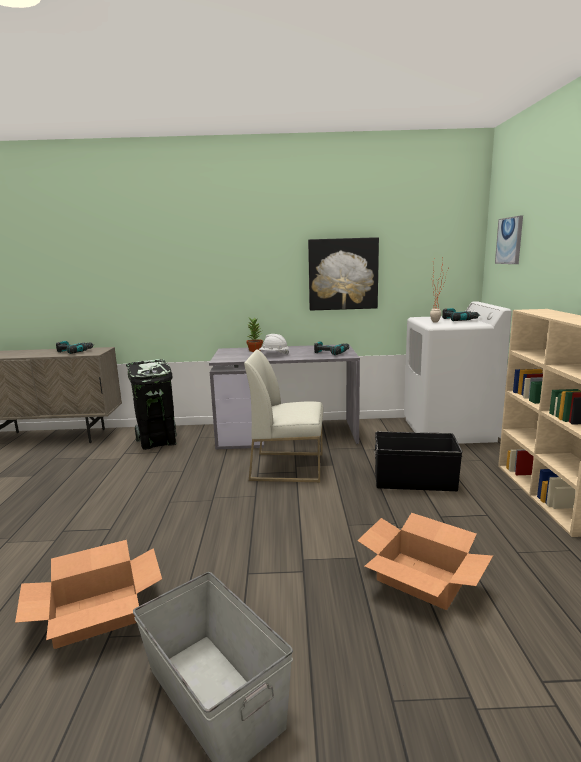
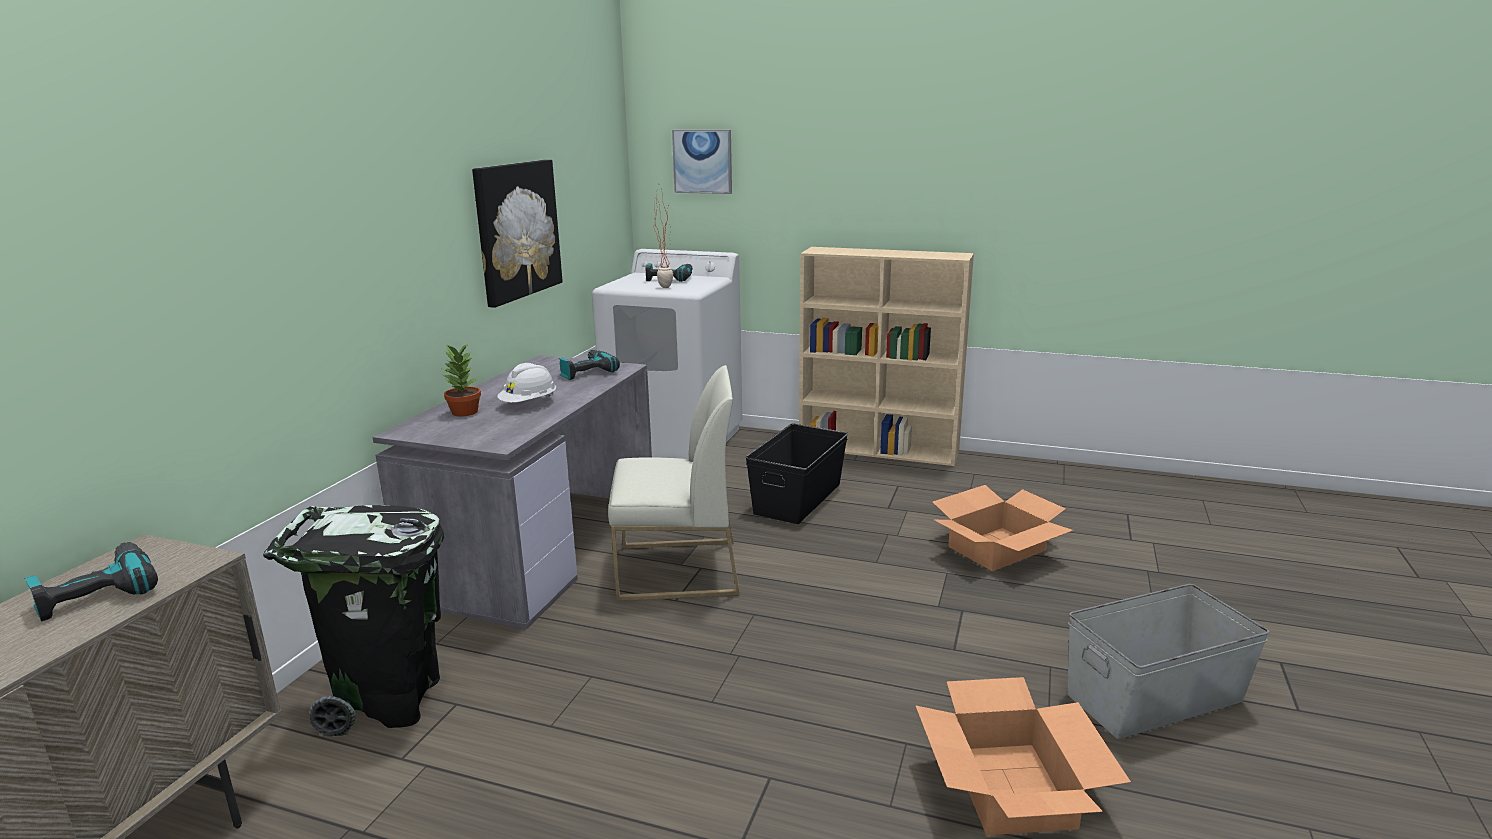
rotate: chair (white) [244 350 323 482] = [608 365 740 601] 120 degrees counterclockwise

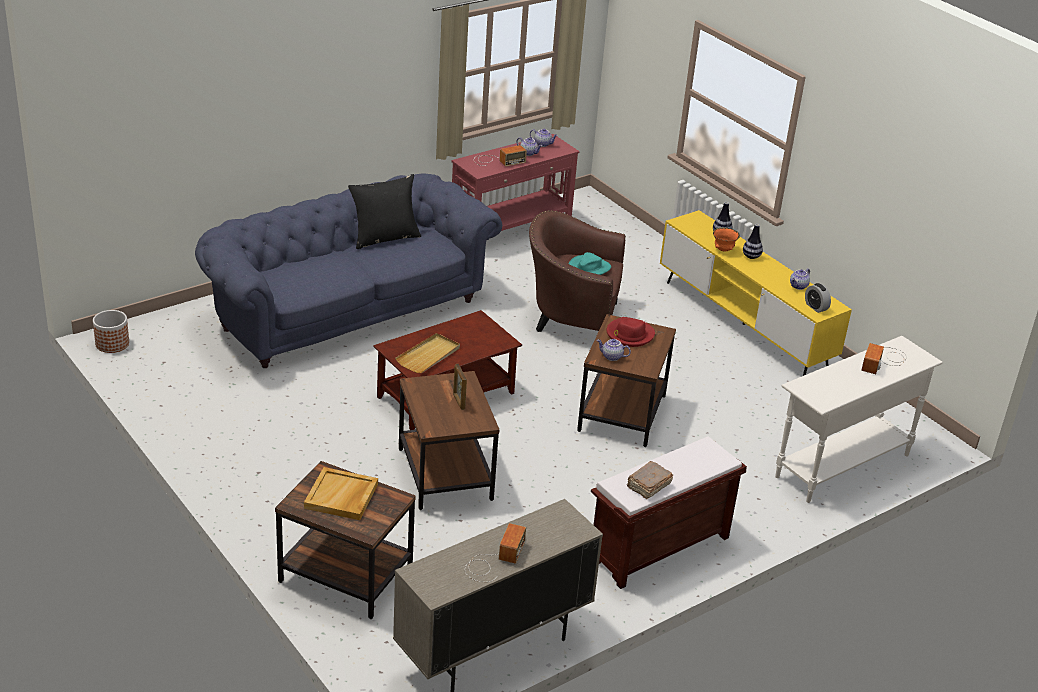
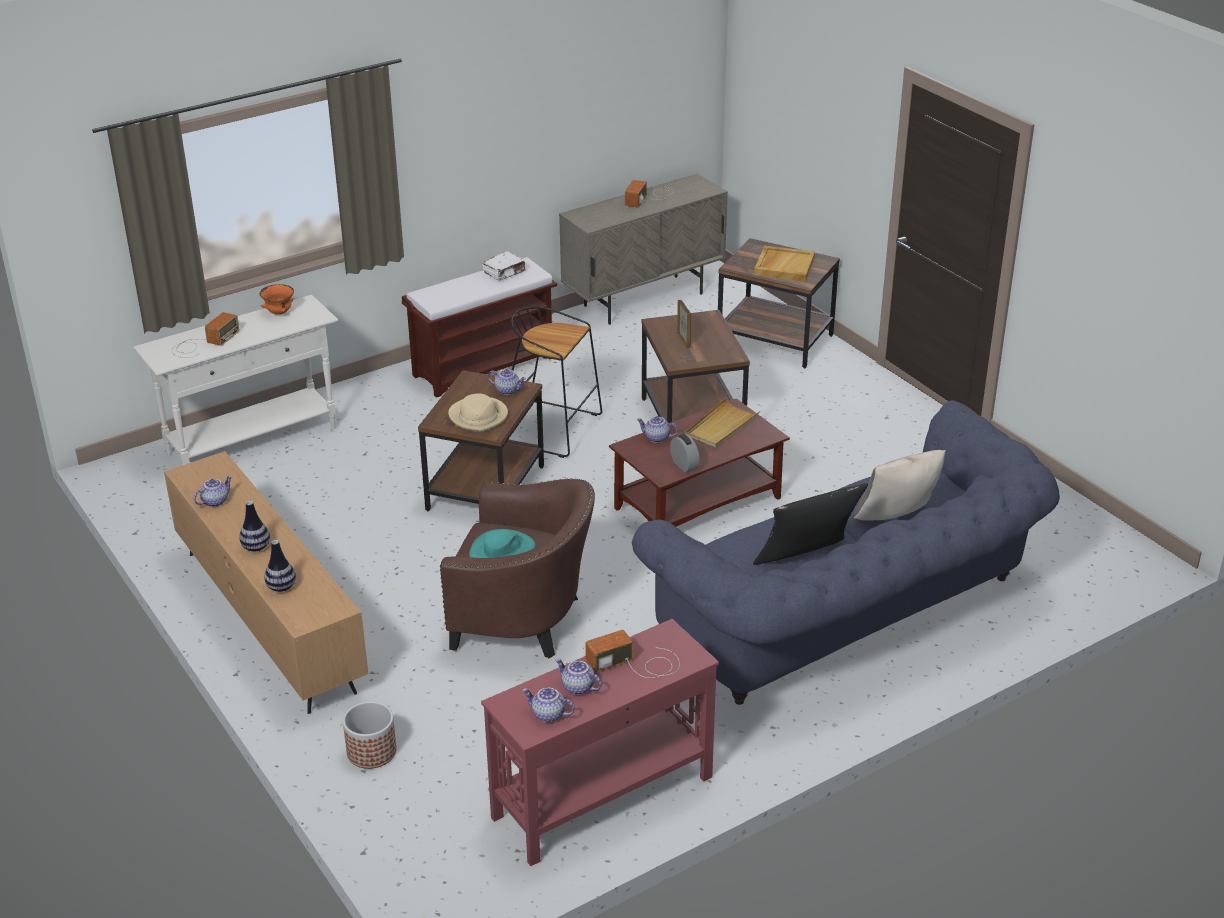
insert: stool (blackish) [511 307 602 458]; tea pot [637 416 678 443]; cushion (beige-coloured) [853 450 946 521]
move: bowl (orange) [713 227 740 252] to [259 284 294 315]; planter [93 310 129 353] to [343 701 397 769]; alarm clock [805 283 831 313] to [670 434 700 473]
recolor: media console (yellow) [660 210 852 376] to media console (brown-coloured) [164 451 368 714]; clothing hat (red) [606 317 655 347] to clothing hat (beige-coloured) [448 393 508 432]; book (brown-coloured) [627 461 673 499] to book (white) [482 251 525 280]

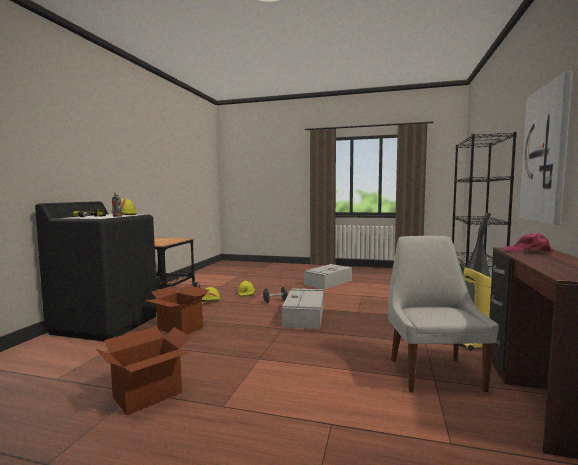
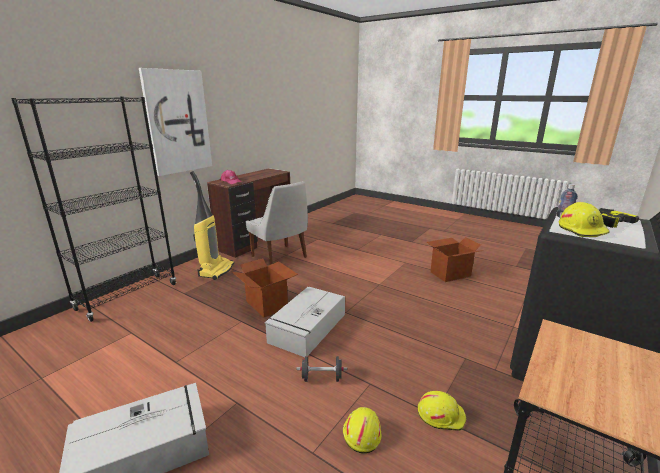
move: packing box [146 285 210 335] to [232 258 298 317]
rotate: chair (white) [388 236 499 393] = [245 181 308 265] 60 degrees counterclockwise

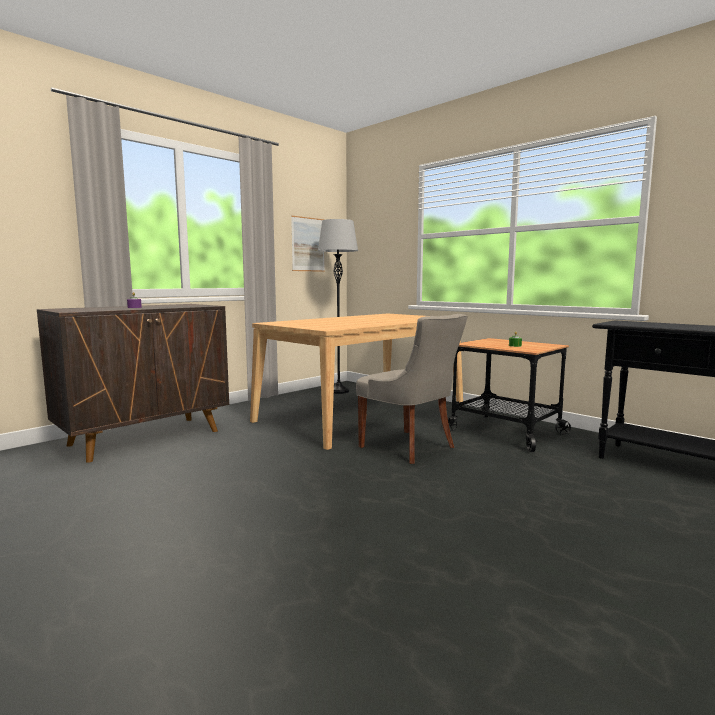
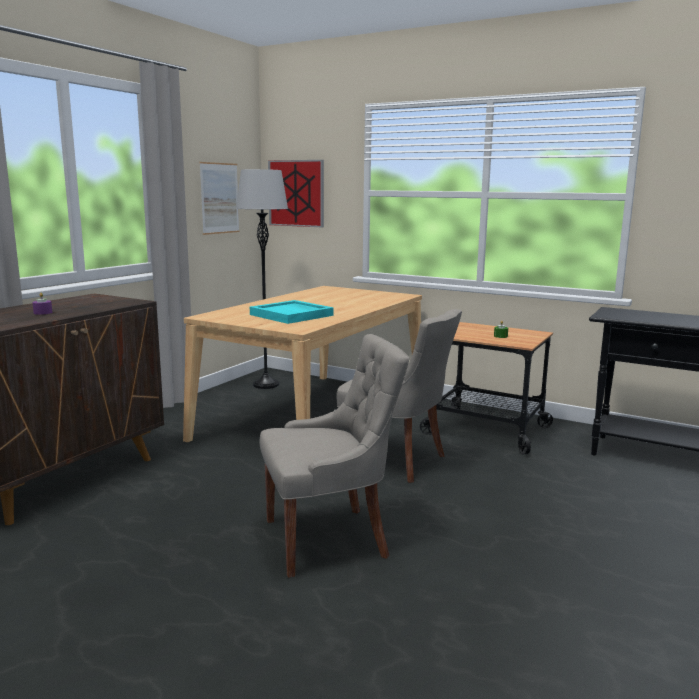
insert: carrying tray (blue-green) [250 300 333 324]; chair (grey) [260 334 409 578]; wall picture [268 160 324 227]

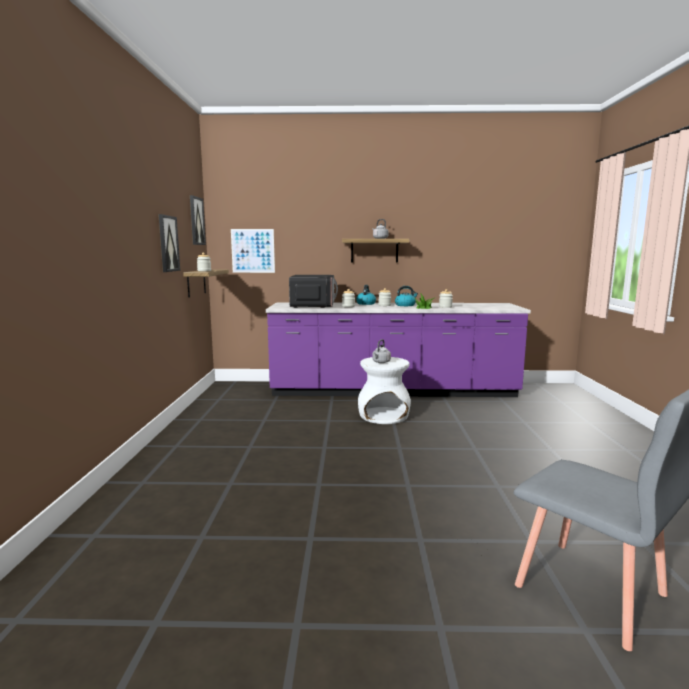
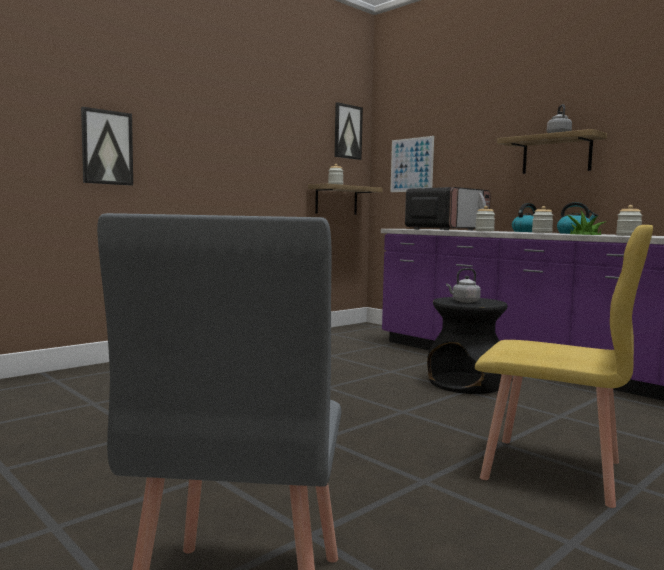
insert: chair (yellow) [475 225 653 508]
move: wall picture [158 214 180 272] to [81 107 133 186]
recolor: stool (white) [358 357 411 424] to stool (blackish) [427 297 507 394]

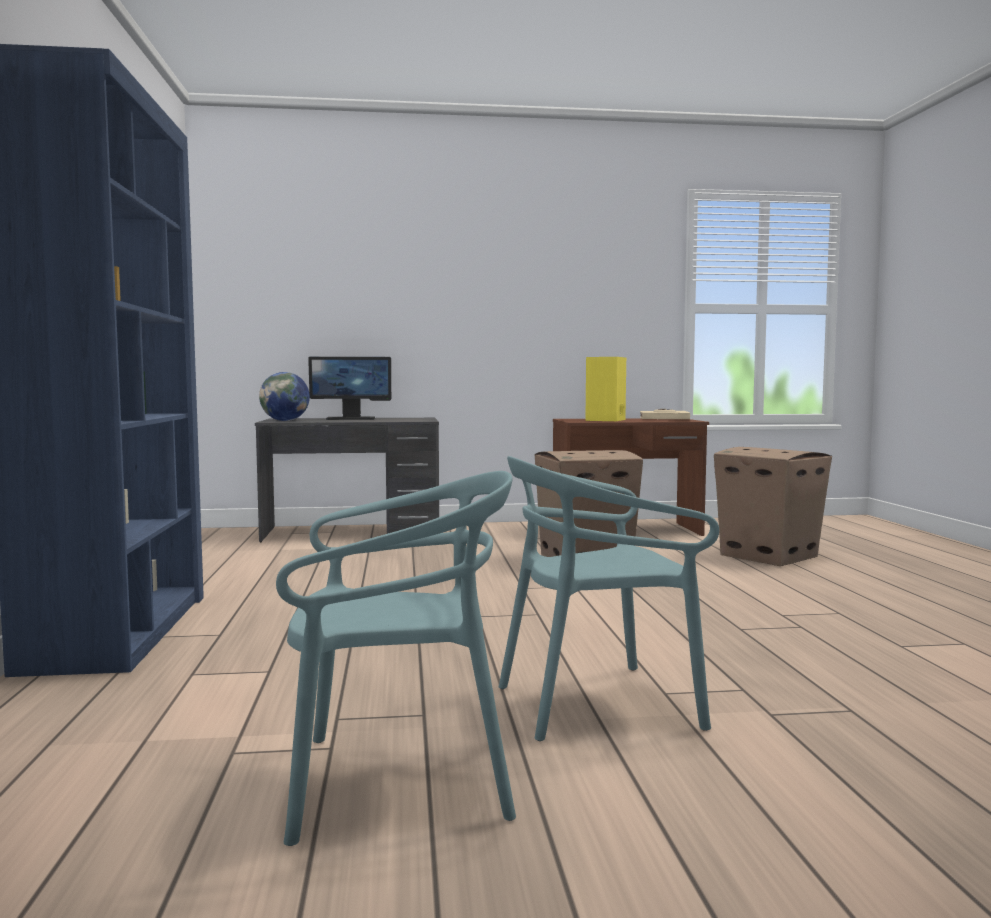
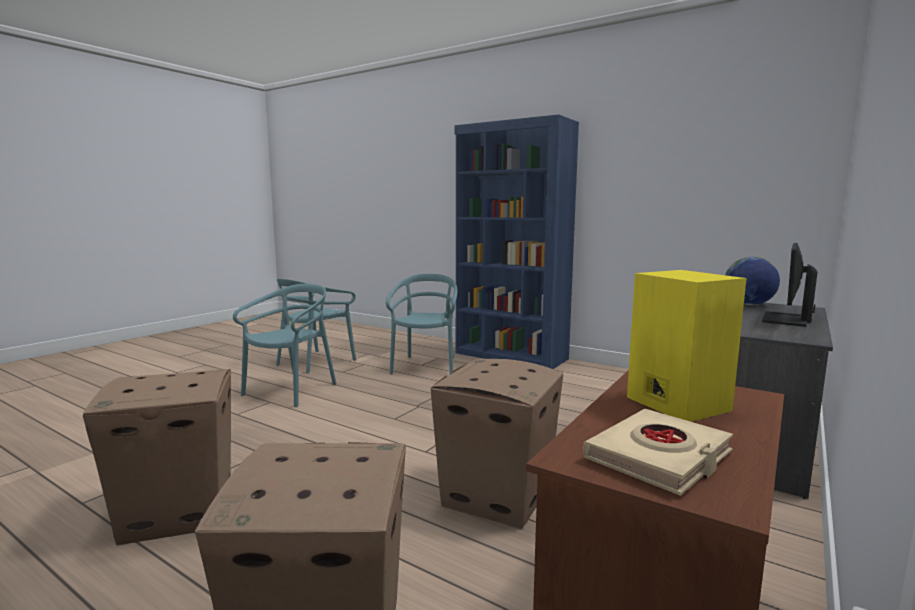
insert: packing box [83 369 231 545]; chair (blue-green) [386 274 457 375]

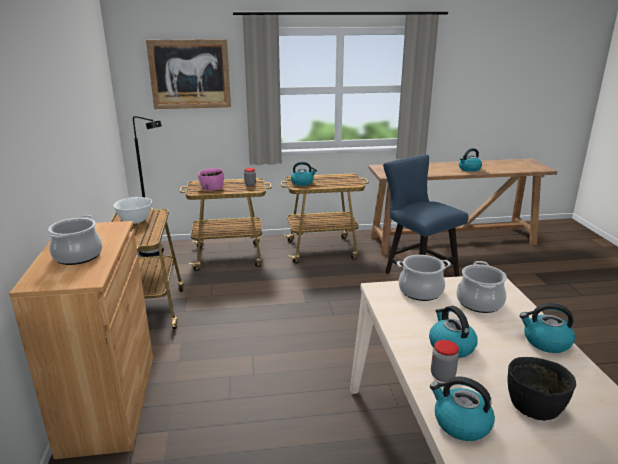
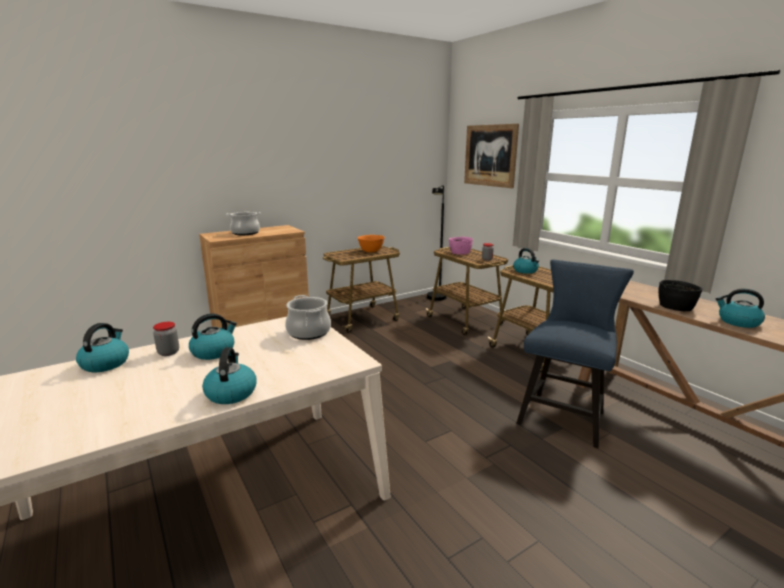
delete: stockpot [456 261 507 313]
move: bowl (blackish) [507 357 576 421] to [658 280 703 311]
recolor: bowl (white) [113 197 152 224] to bowl (orange) [358 235 385 252]

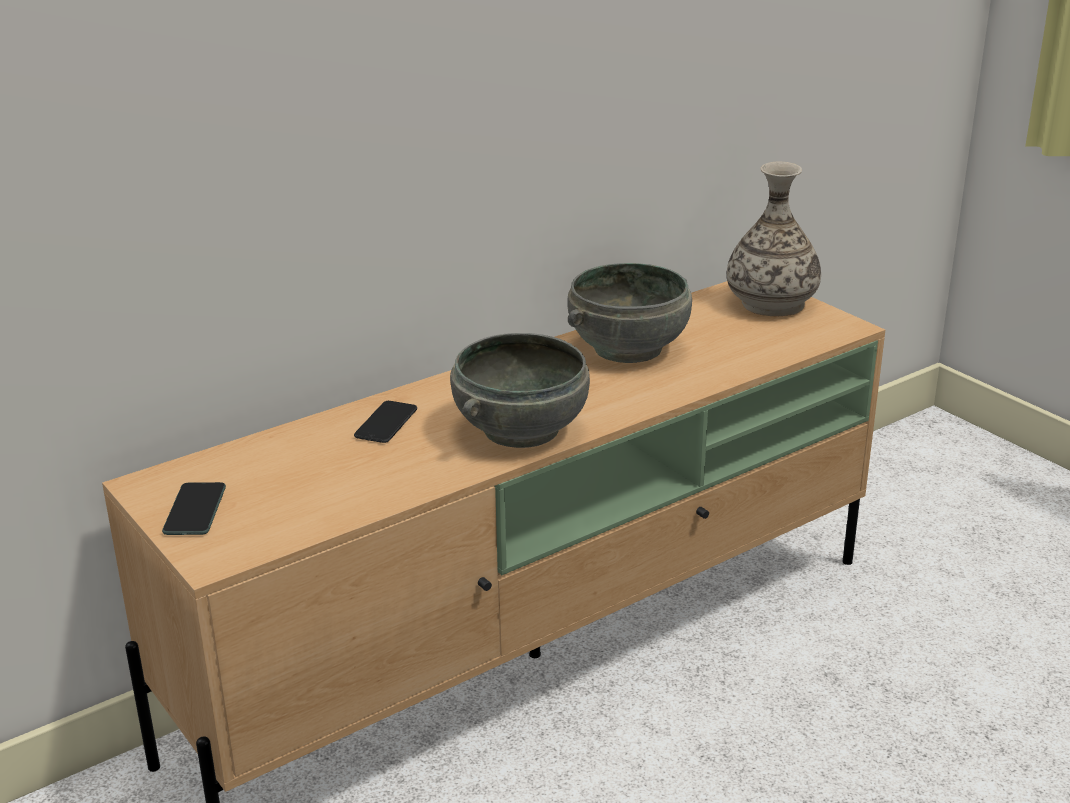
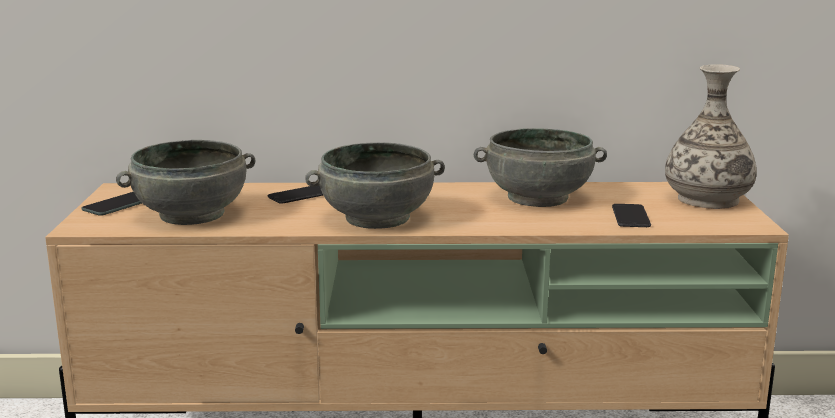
insert: bowl (grey) [116 140 256 225]; phone [612 204 651 227]

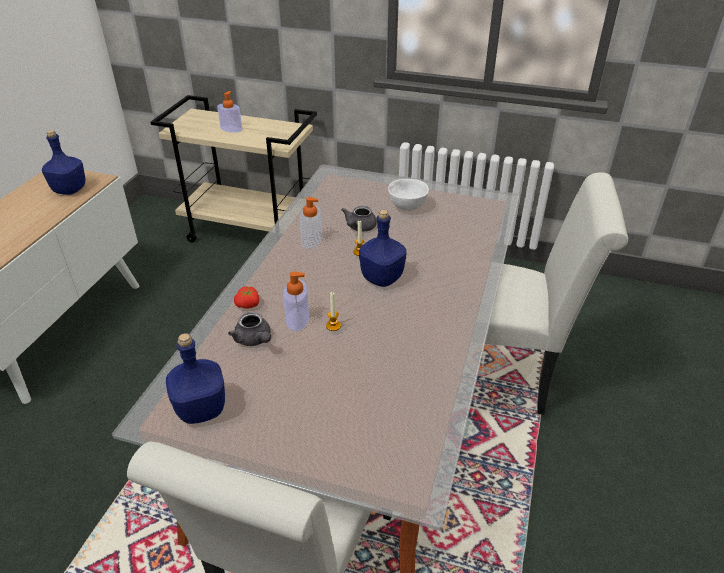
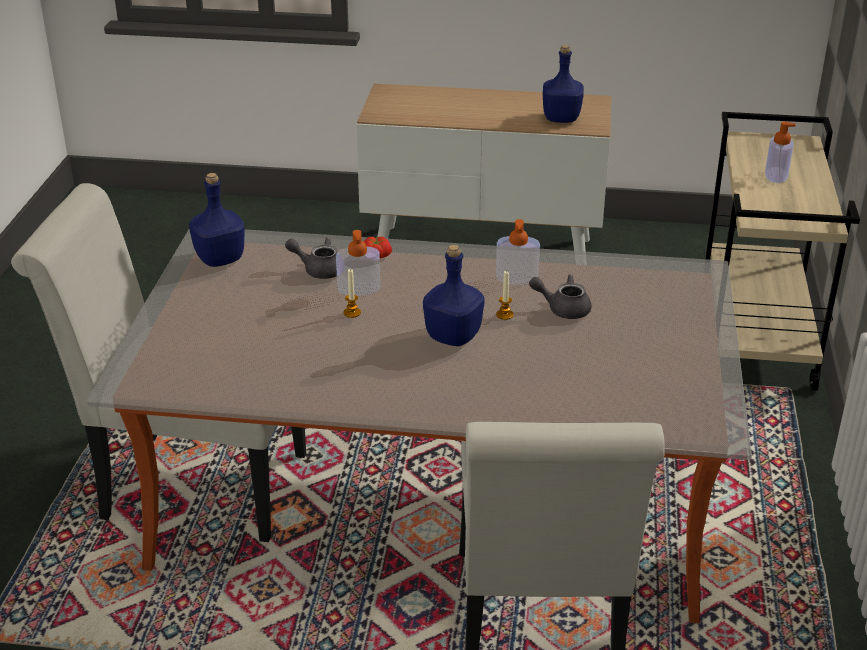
delete: bowl (white) [388 179 429 211]
rotate: tea pot (grey) [228 312 271 346] = [285 237 338 279] 60 degrees clockwise

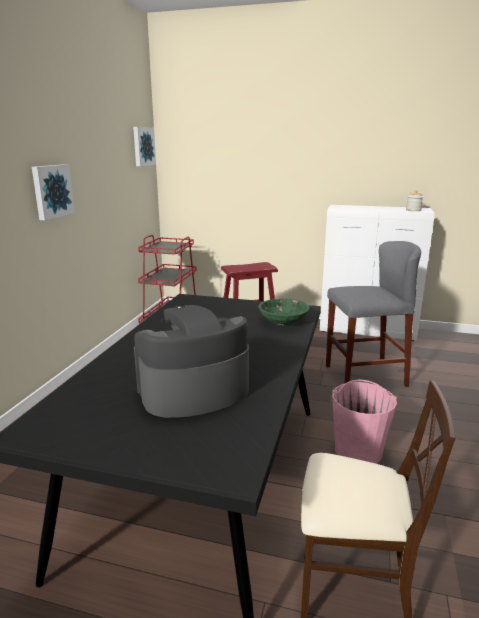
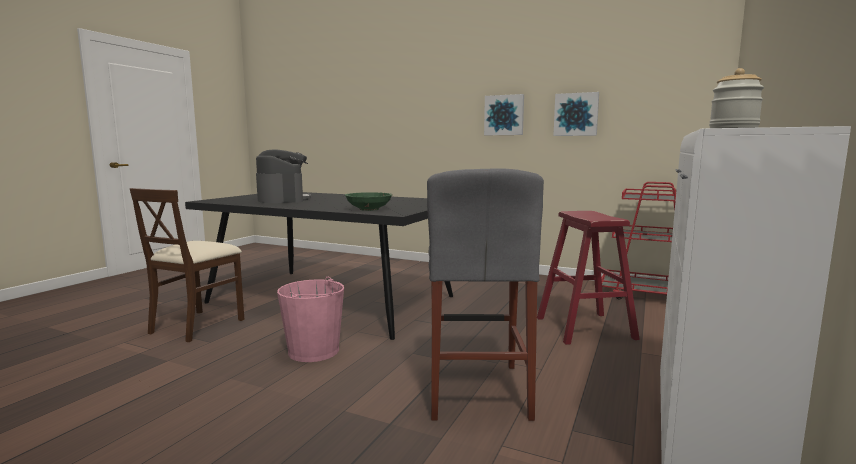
move: wall picture [133 127 156 166] to [553 92 599 136]

